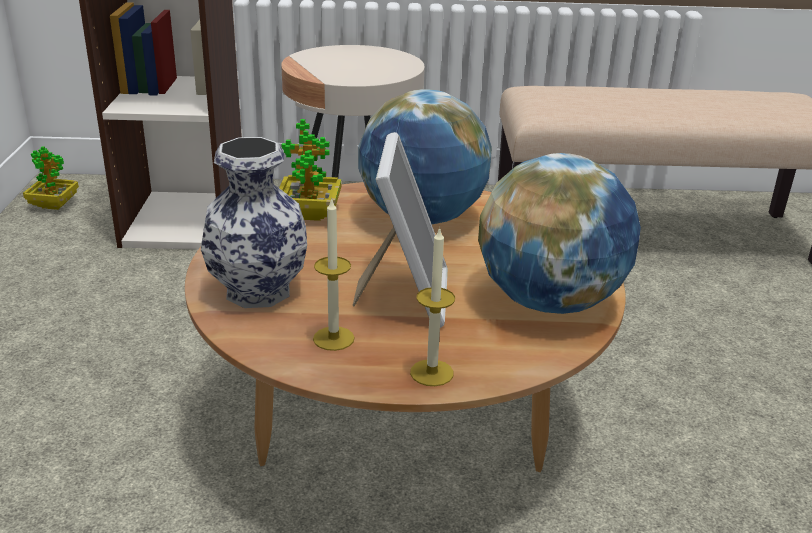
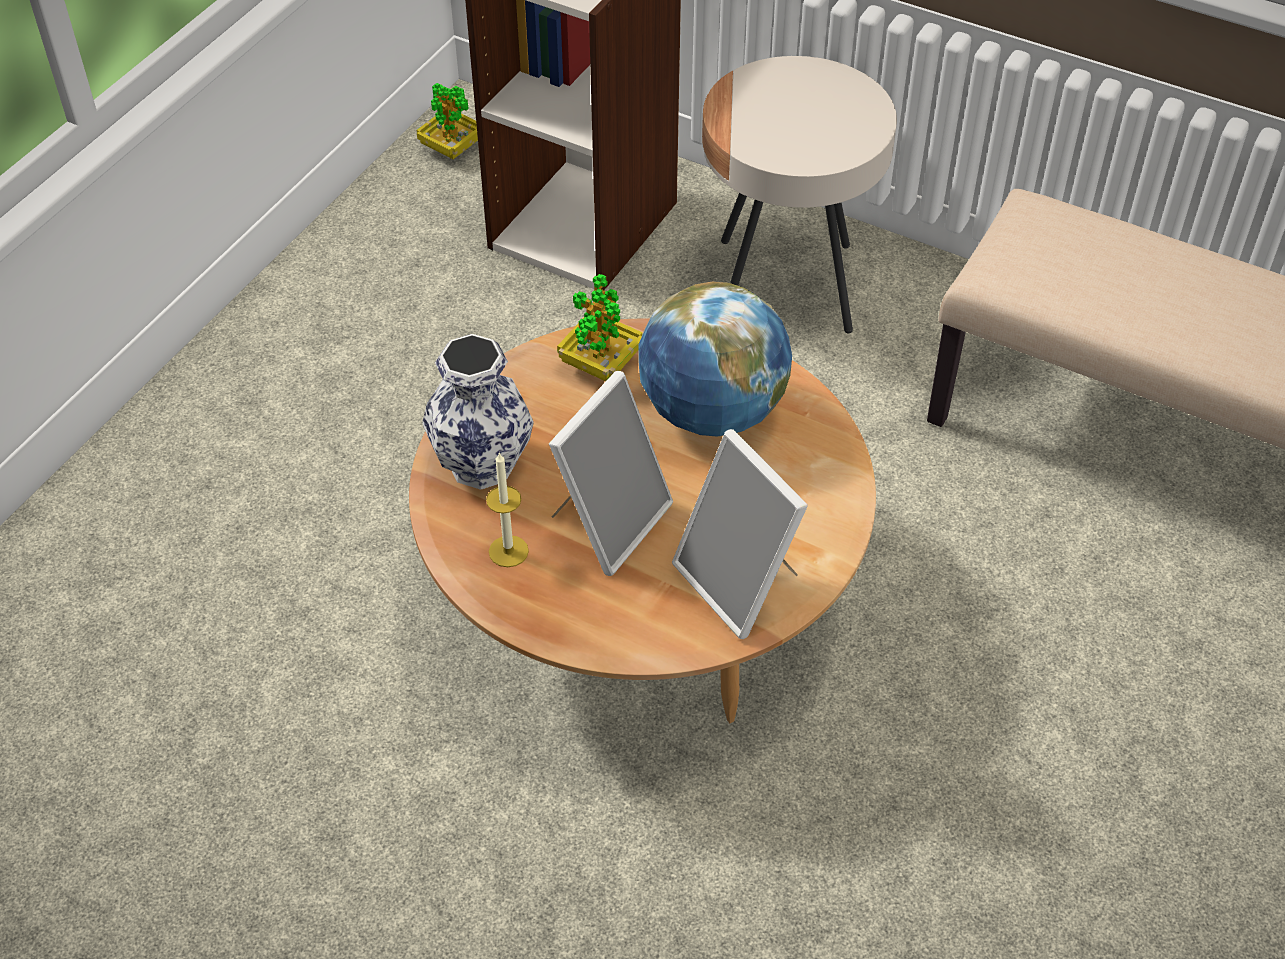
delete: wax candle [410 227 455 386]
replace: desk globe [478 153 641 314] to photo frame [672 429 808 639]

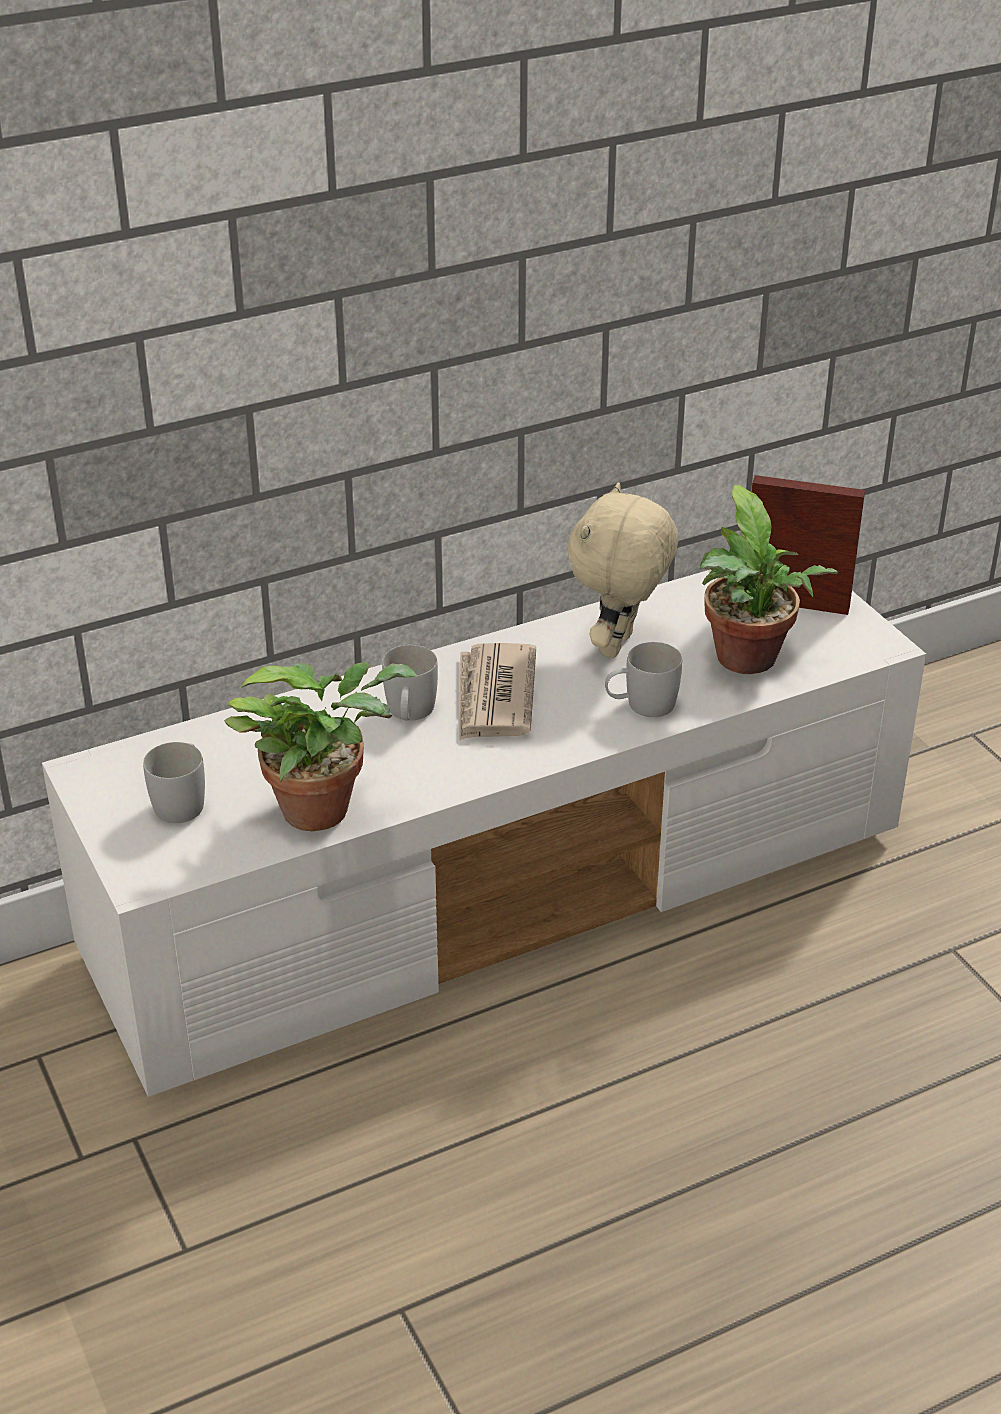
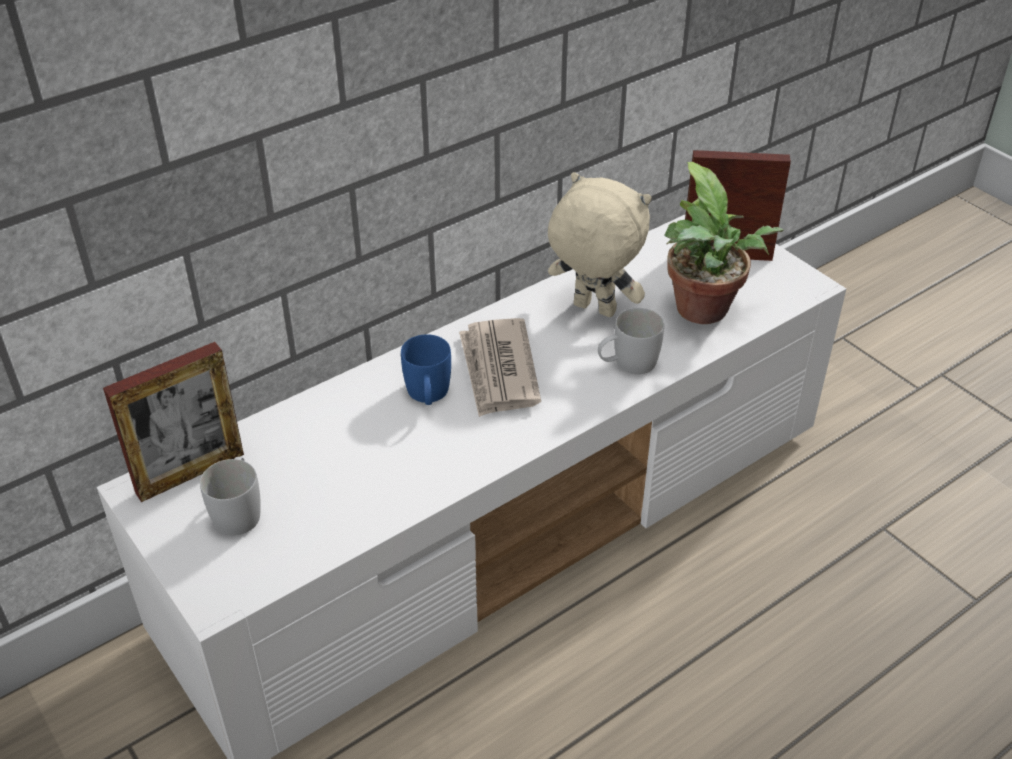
delete: potted plant [224 662 418 831]
insert: photo frame [103 342 244 502]
recolor: mug (white) [382 645 438 721] to mug (bluish) [401 334 451 405]
rotate: soft toy (beige-coloured) [568 482 678 658] = [548 172 652 317] 105 degrees clockwise

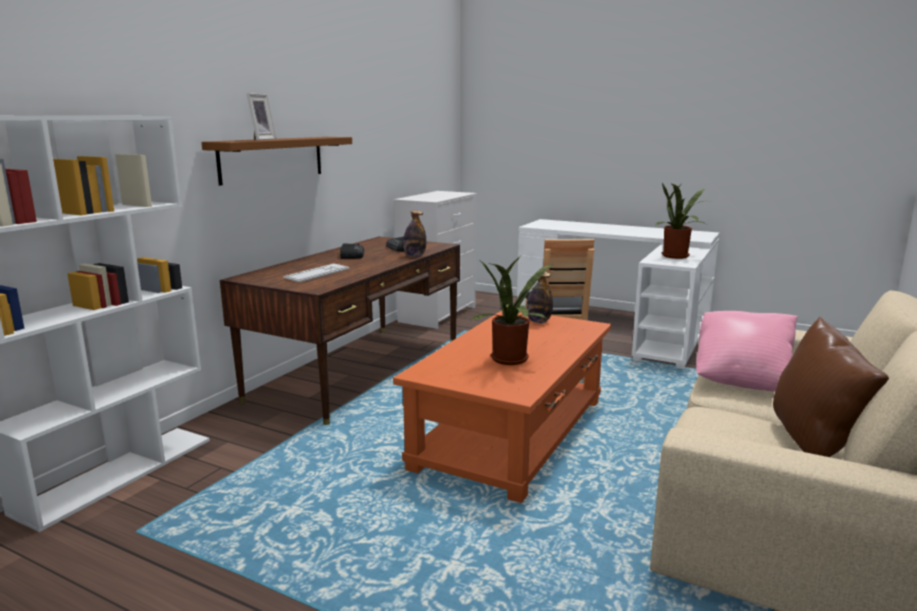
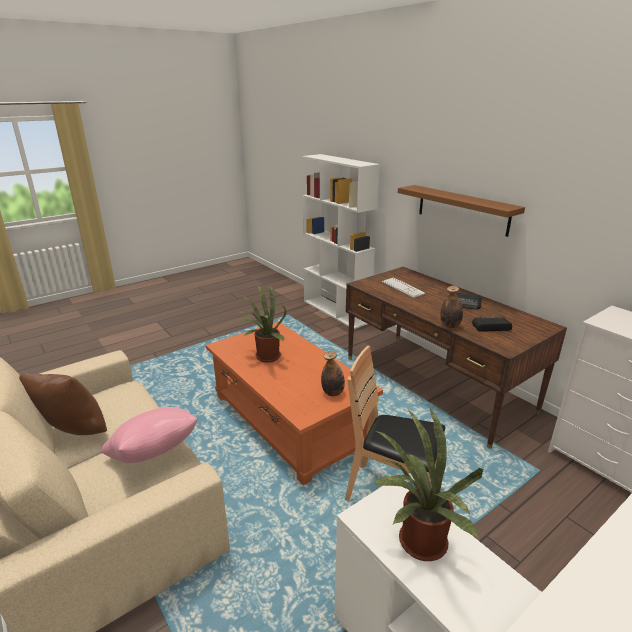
delete: photo frame [246 93 276 140]

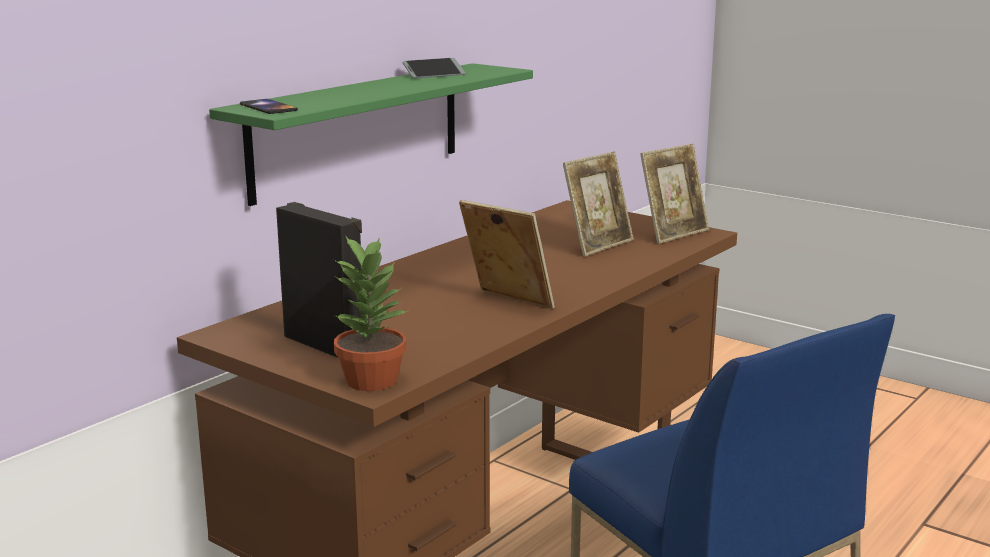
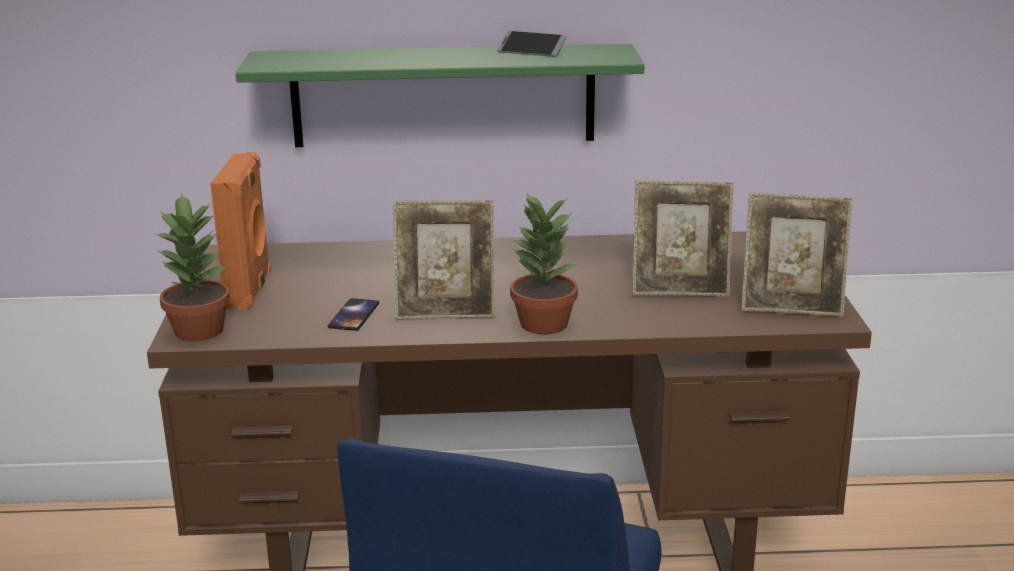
insert: potted plant [510 193 578 334]
move: phone [240 99 298 114] to [328 298 379 331]
recolor: loudspeaker (blackish) [276 202 364 358] to loudspeaker (orange) [210 152 271 311]
rotate: photo frame [459 200 555 309] = [393 200 495 320] 90 degrees clockwise

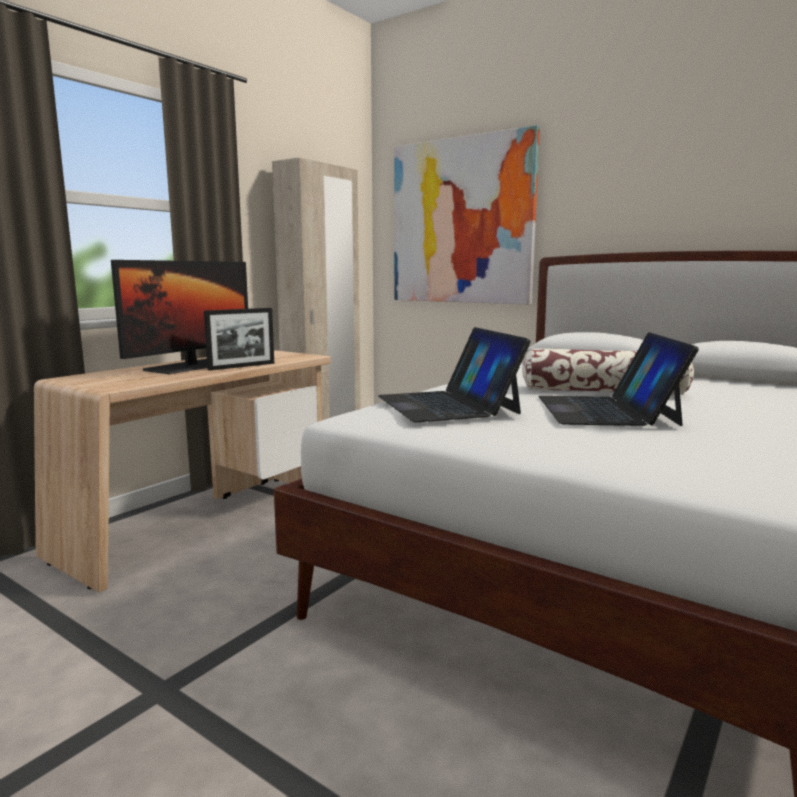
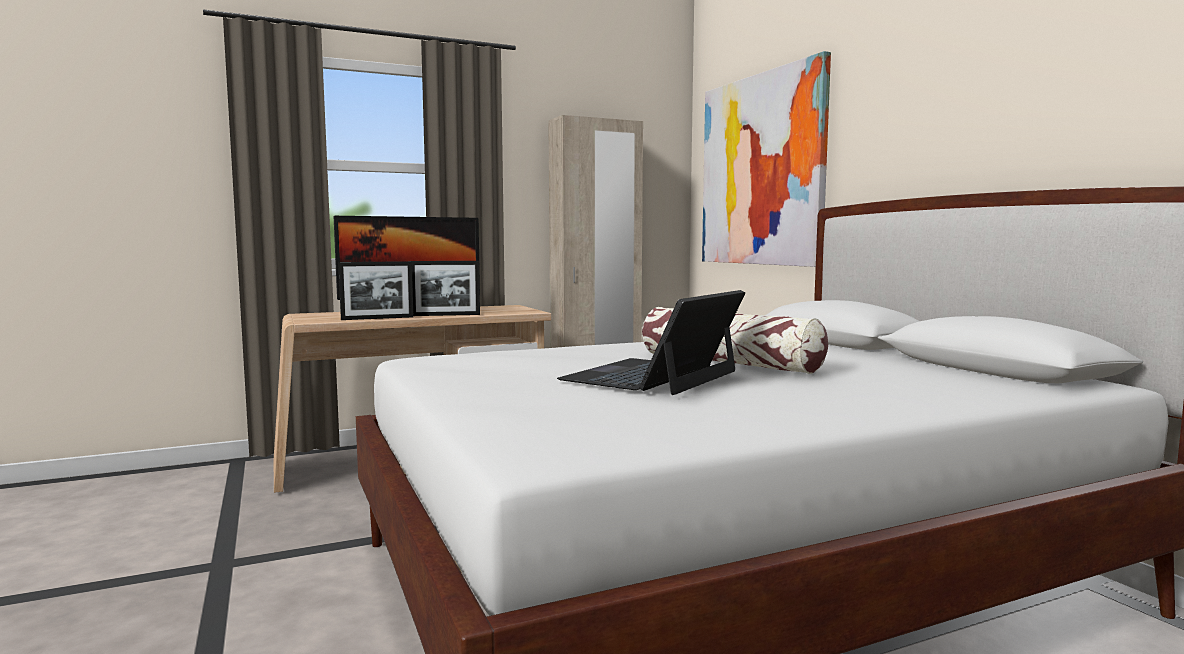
delete: portable computer [378 327 531 422]
insert: photo frame [338 261 413 320]

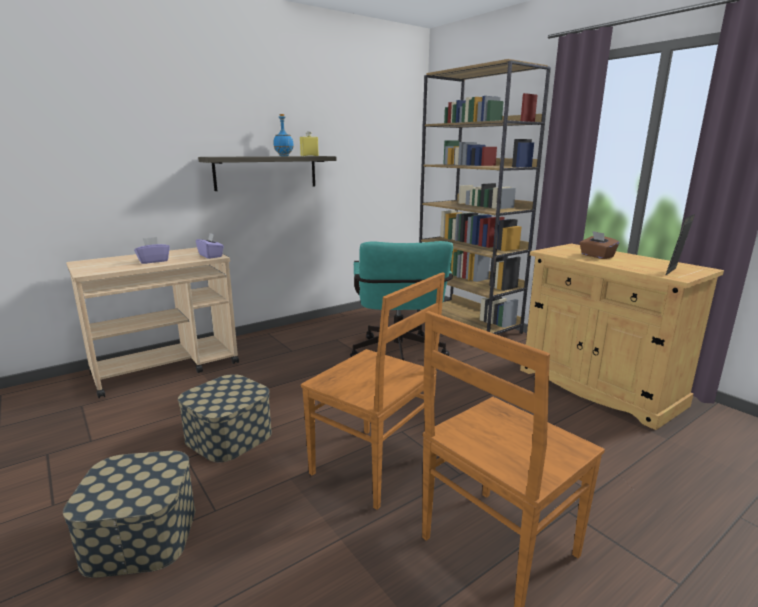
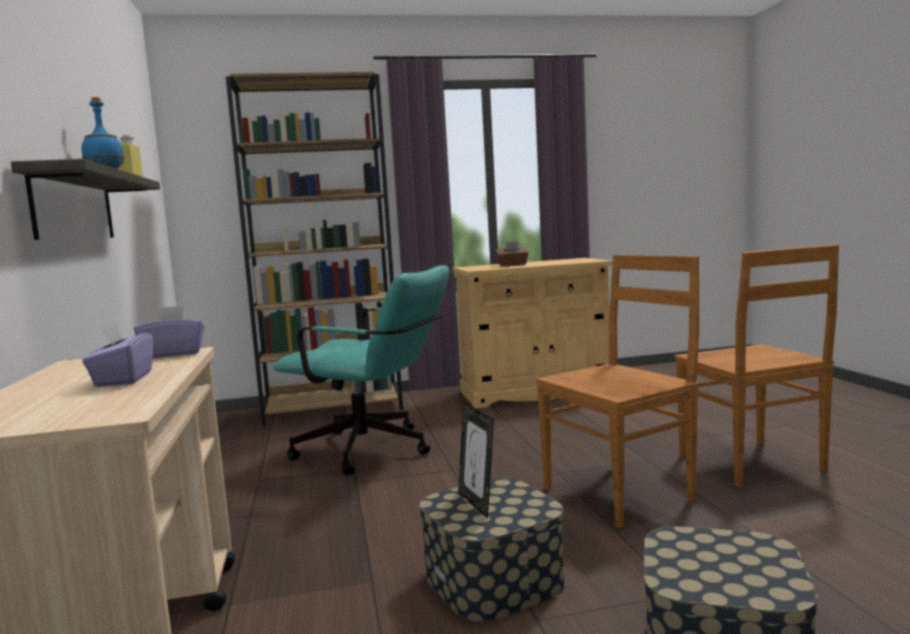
move: photo frame [665 214 695 276] to [458 402 494 519]

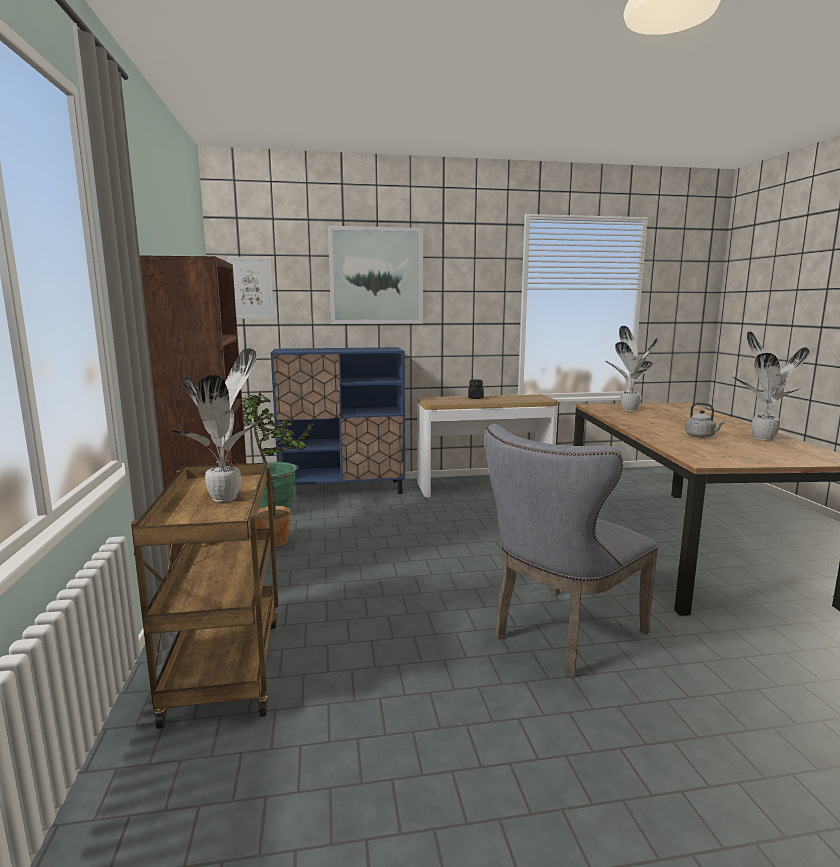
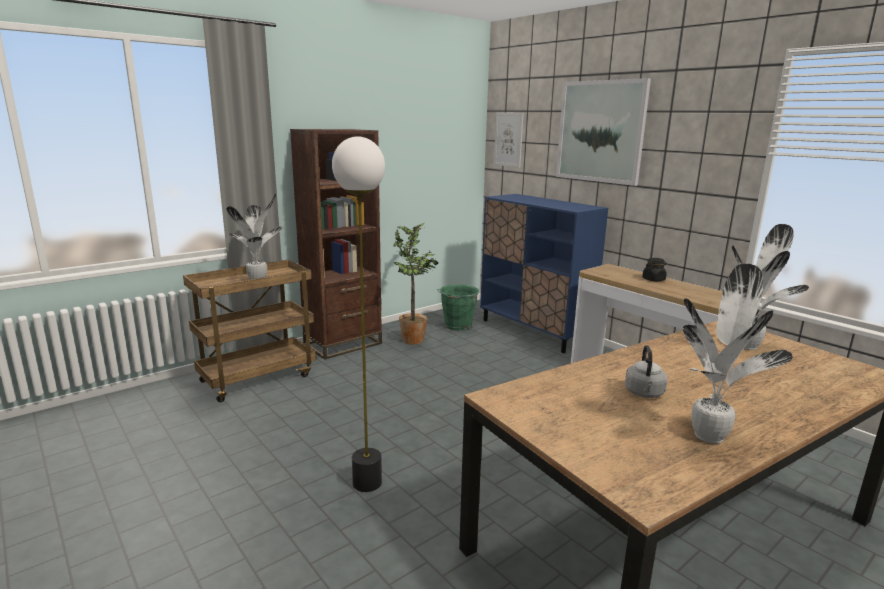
replace: chair (grey) [485 424 658 678] to standing lamp [332 136 385 492]

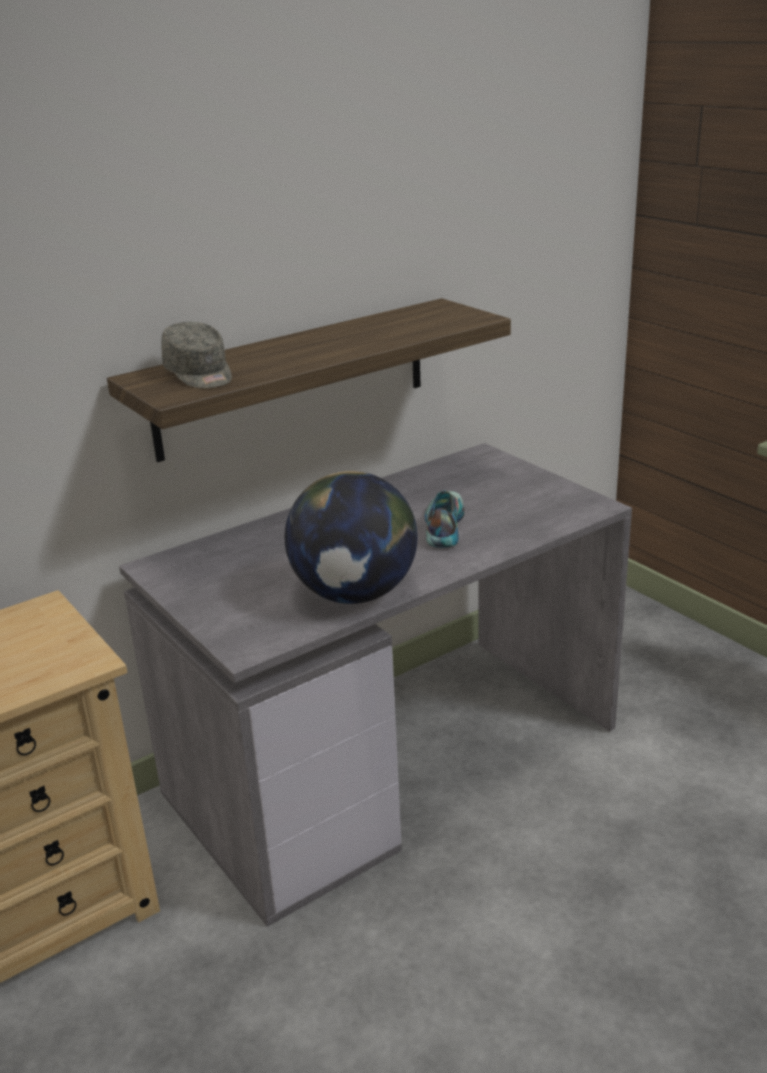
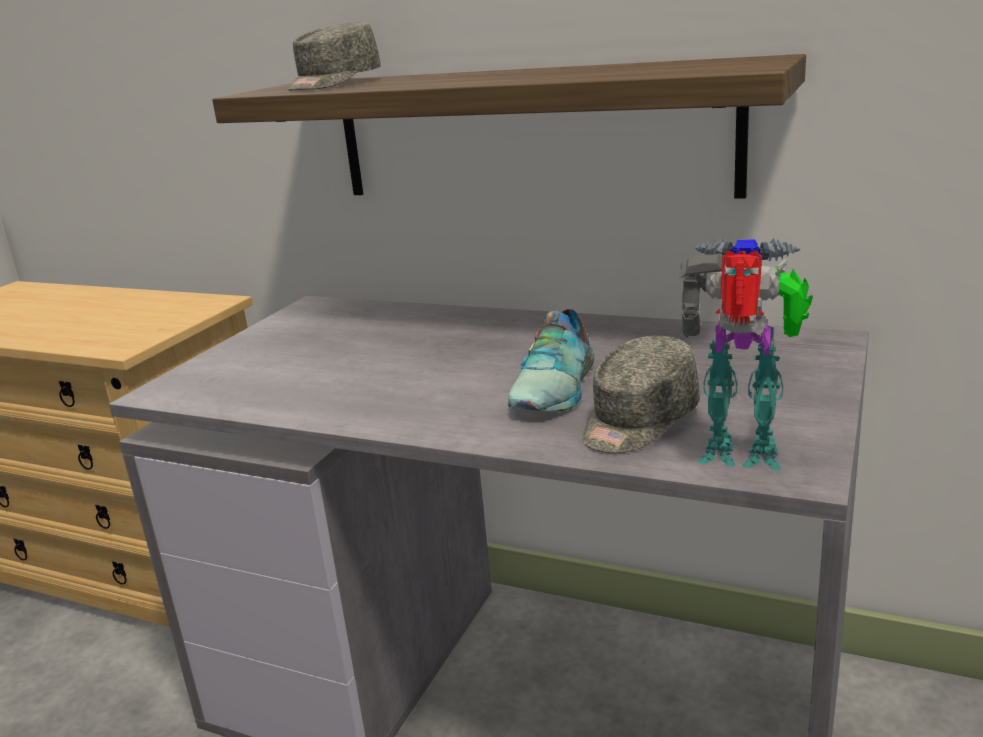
delete: desk globe [284 471 418 604]
insert: peaked cap (grey) [582 336 700 453]; toy robot [680 237 813 470]
rotate: low shoe [425 490 464 548] = [508 309 595 412] 135 degrees clockwise

